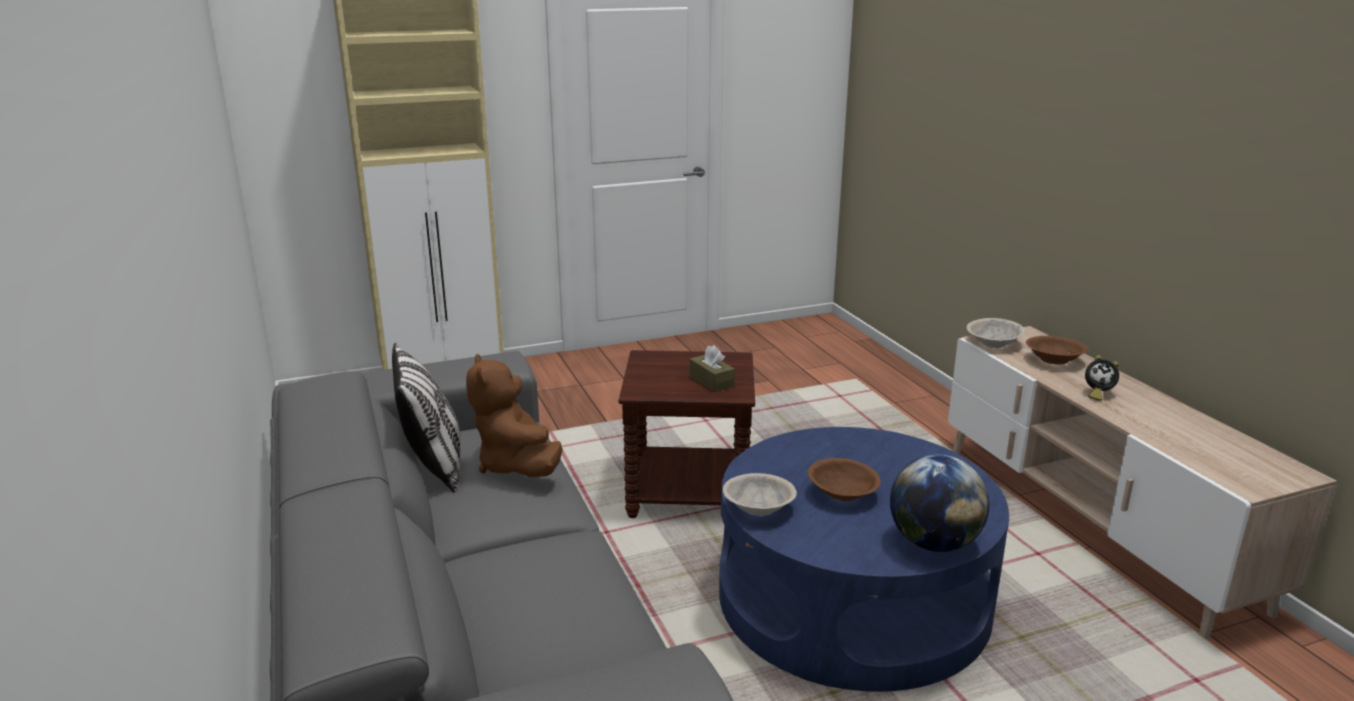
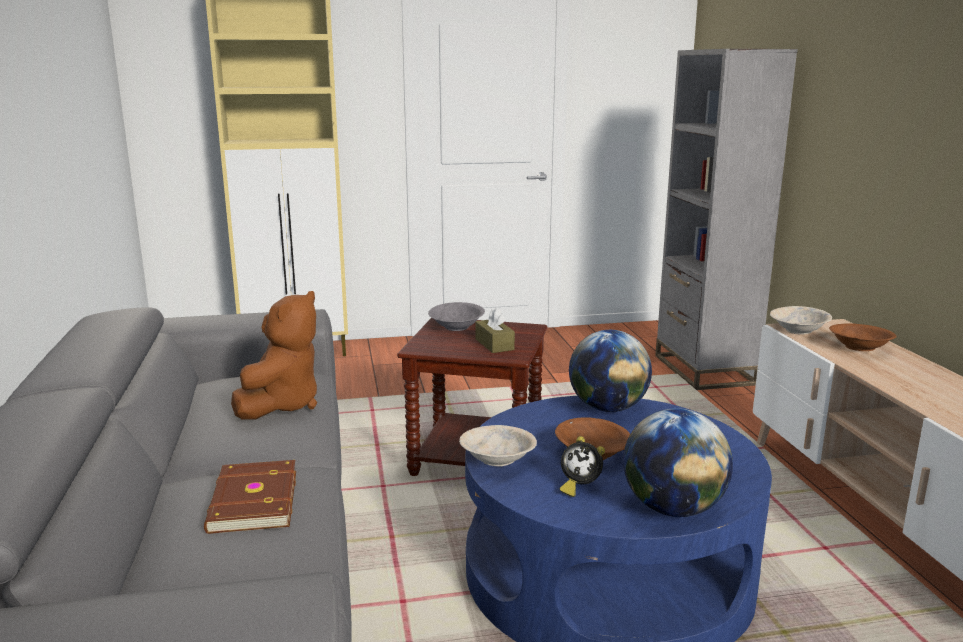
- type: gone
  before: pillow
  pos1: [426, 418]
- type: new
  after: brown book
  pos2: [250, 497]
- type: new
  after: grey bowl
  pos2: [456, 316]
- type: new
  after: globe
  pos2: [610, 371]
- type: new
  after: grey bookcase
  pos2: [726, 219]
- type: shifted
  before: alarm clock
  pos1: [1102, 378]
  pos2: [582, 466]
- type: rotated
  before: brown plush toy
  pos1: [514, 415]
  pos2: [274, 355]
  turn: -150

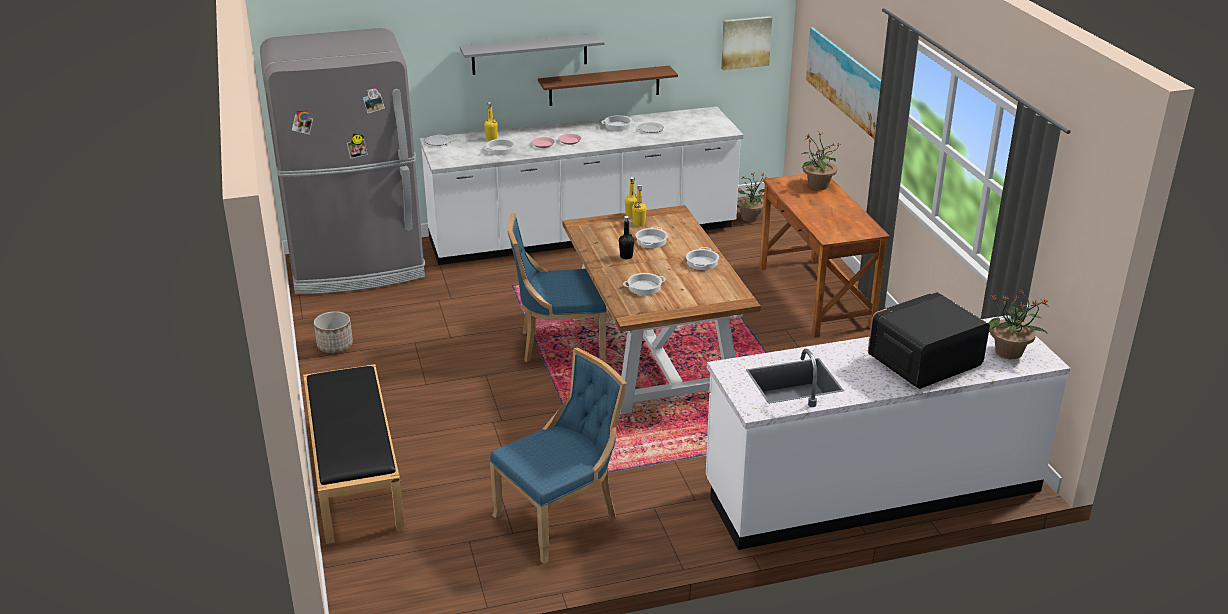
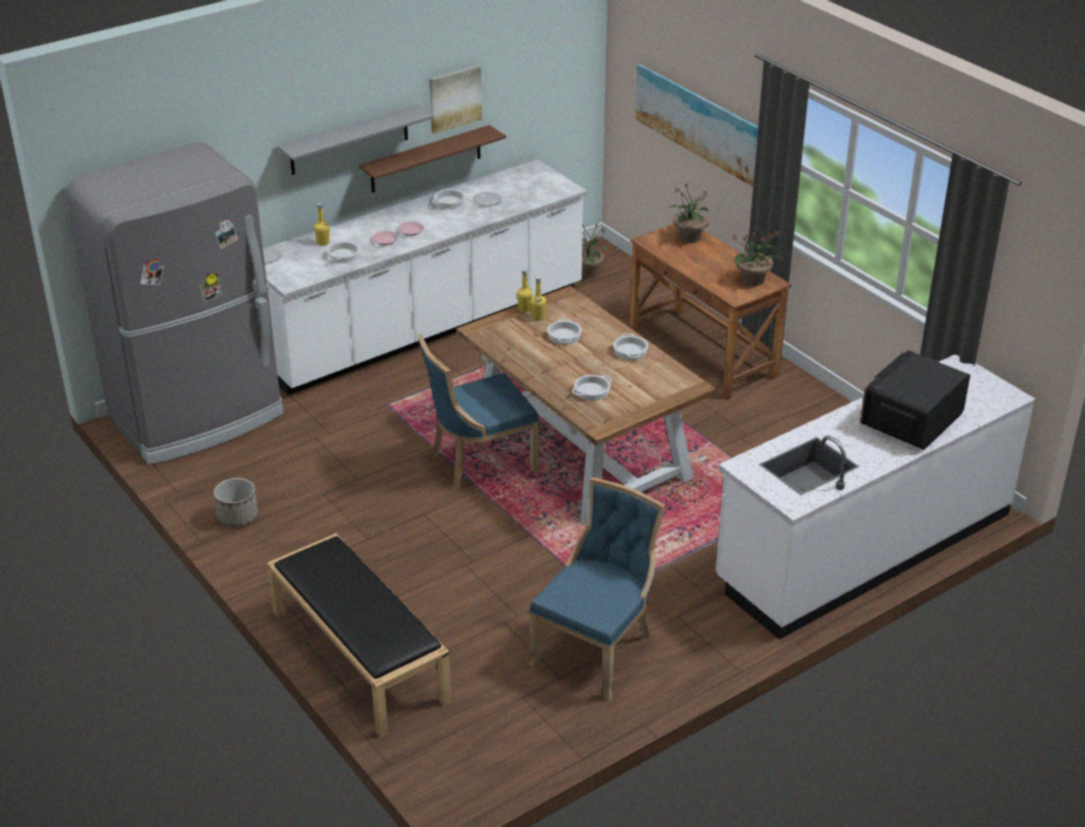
- type: gone
  before: black bottle
  pos1: [626, 237]
- type: shifted
  before: picture
  pos1: [746, 43]
  pos2: [455, 99]
- type: shifted
  before: potted plant
  pos1: [1018, 324]
  pos2: [758, 256]

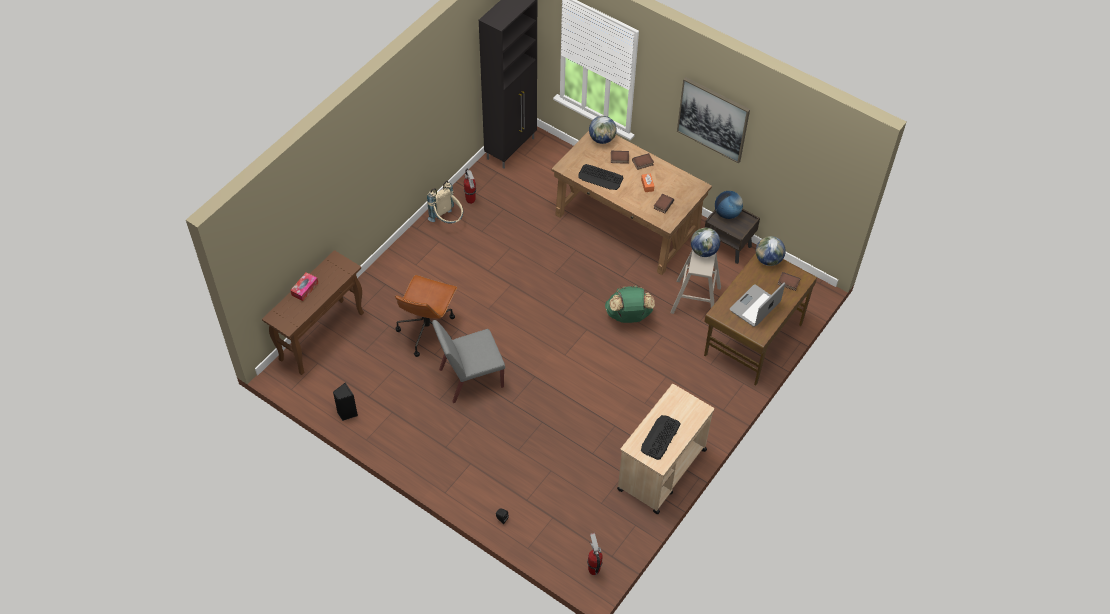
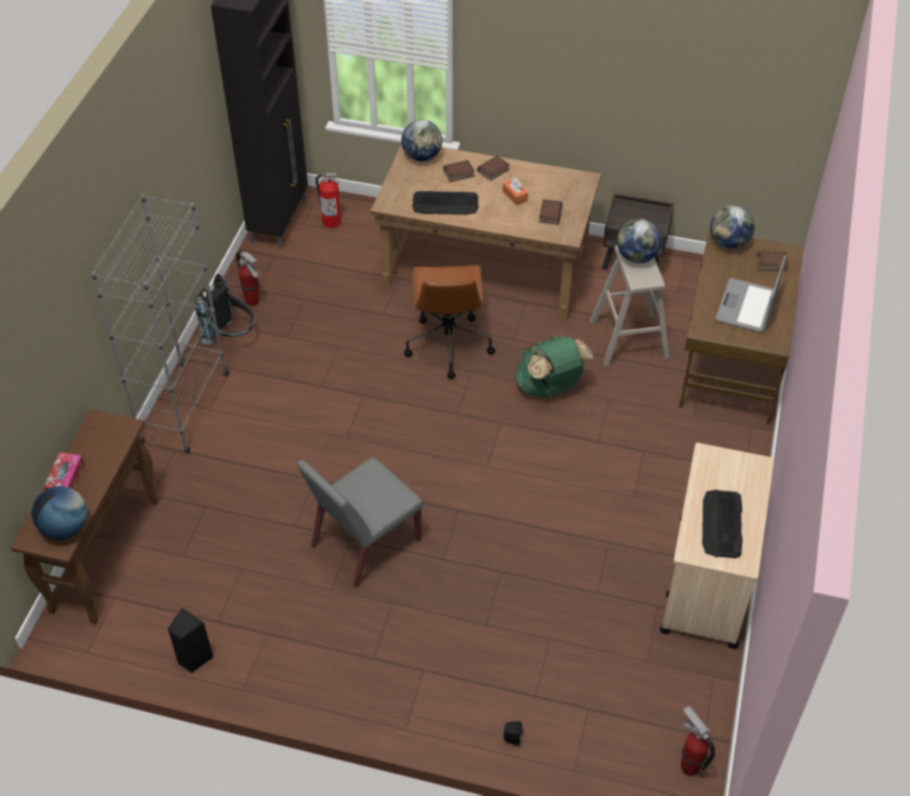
- type: gone
  before: picture
  pos1: [713, 120]
- type: new
  after: grey bookcase
  pos2: [160, 323]
- type: new
  after: fire extinguisher
  pos2: [328, 200]
- type: shifted
  before: brown office chair
  pos1: [426, 316]
  pos2: [449, 322]
- type: shifted
  before: globe
  pos1: [729, 205]
  pos2: [59, 513]
- type: repainted
  before: beige backpack
  after: black backpack
  pos1: [445, 202]
  pos2: [225, 309]

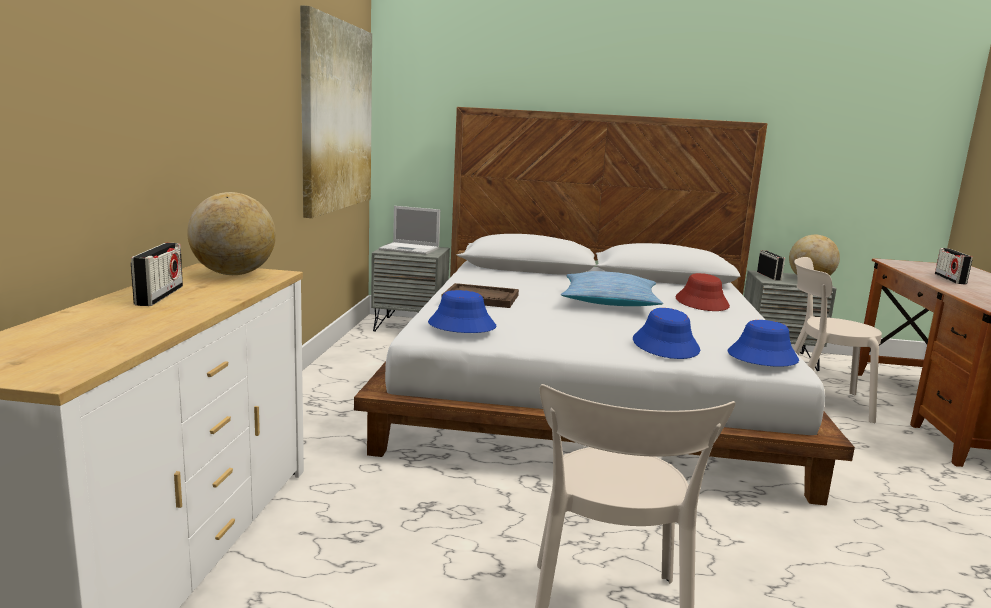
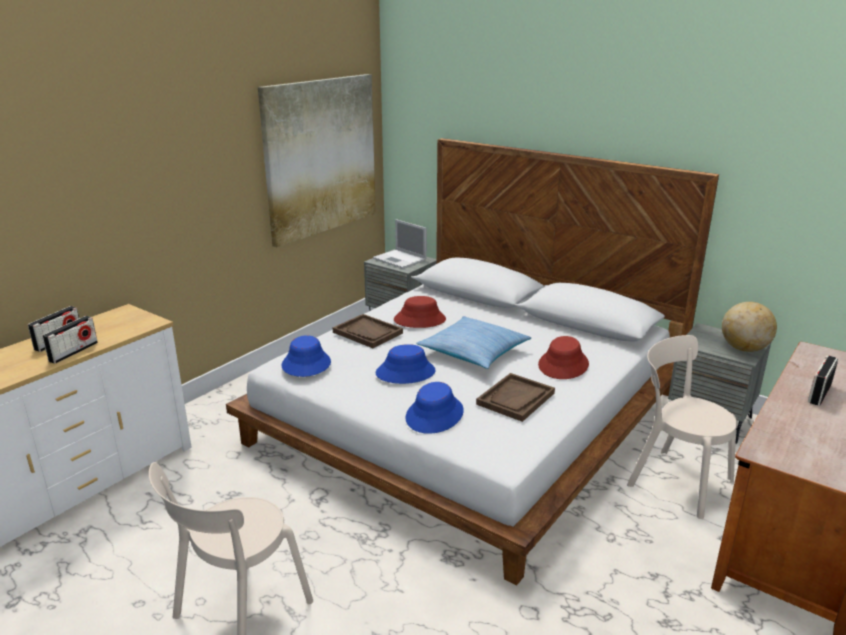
- type: gone
  before: globe
  pos1: [231, 233]
- type: new
  after: red hat
  pos2: [420, 312]
- type: new
  after: brown tray
  pos2: [515, 397]
- type: shifted
  before: blue hat
  pos1: [763, 343]
  pos2: [406, 364]
- type: shifted
  before: radio
  pos1: [771, 265]
  pos2: [70, 340]

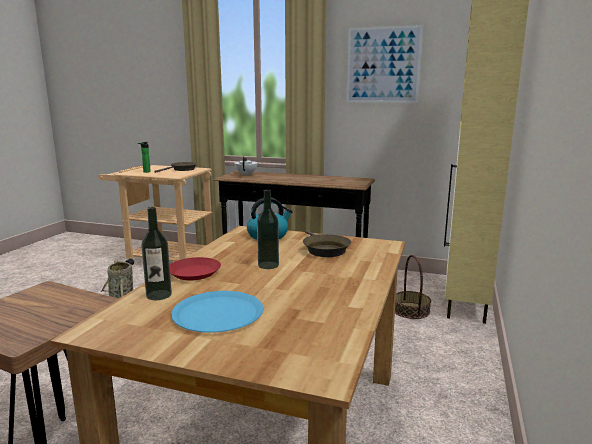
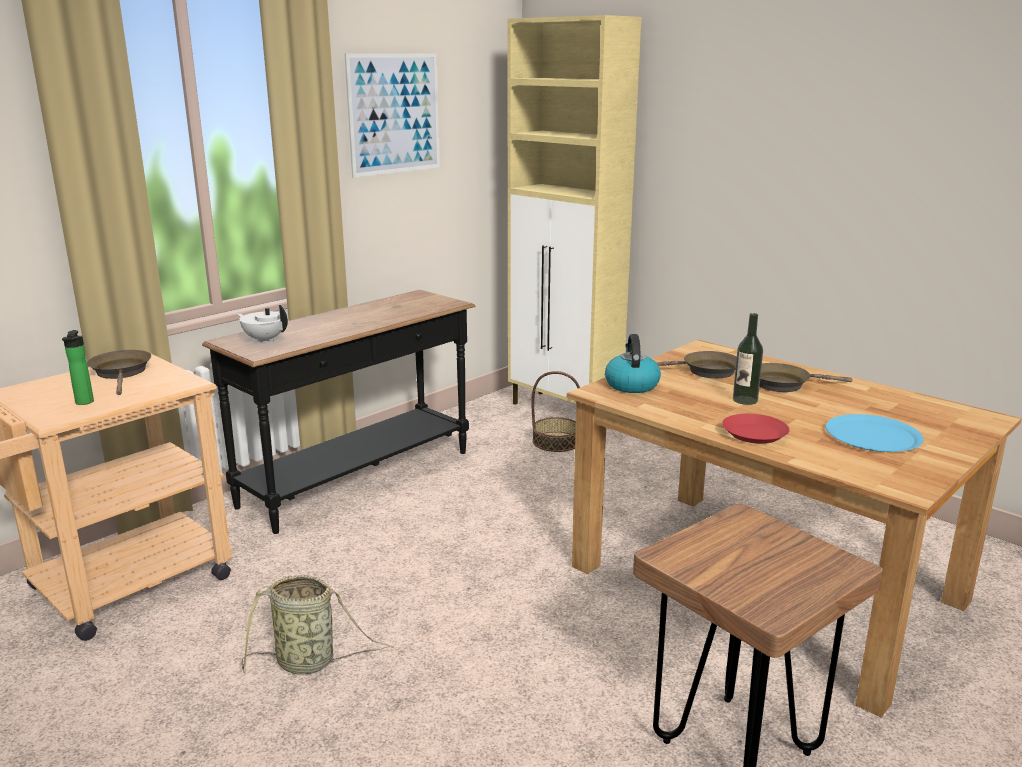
- type: gone
  before: bottle
  pos1: [156, 253]
- type: new
  after: brown frying pan
  pos2: [806, 377]

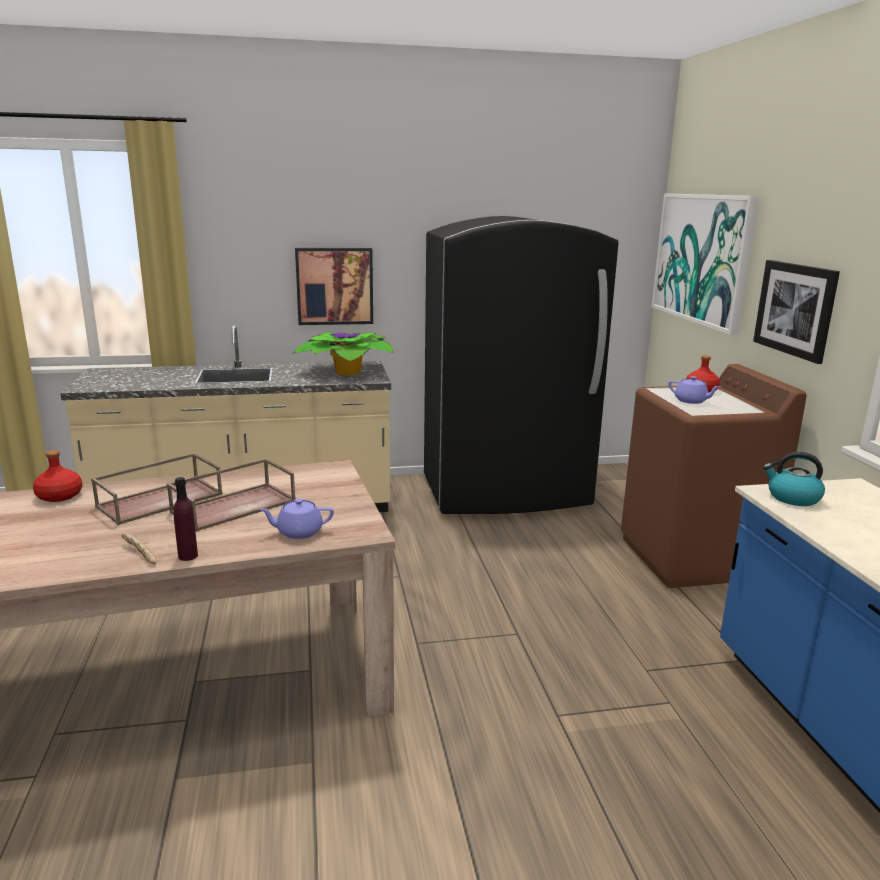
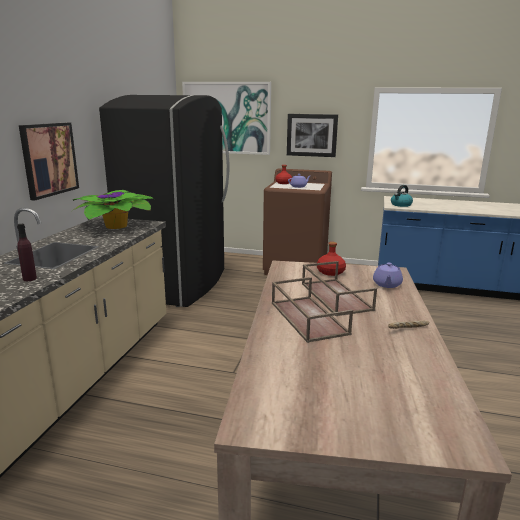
- type: shifted
  before: red bottle
  pos1: [58, 476]
  pos2: [331, 259]
- type: shifted
  before: purple bottle
  pos1: [185, 519]
  pos2: [27, 252]

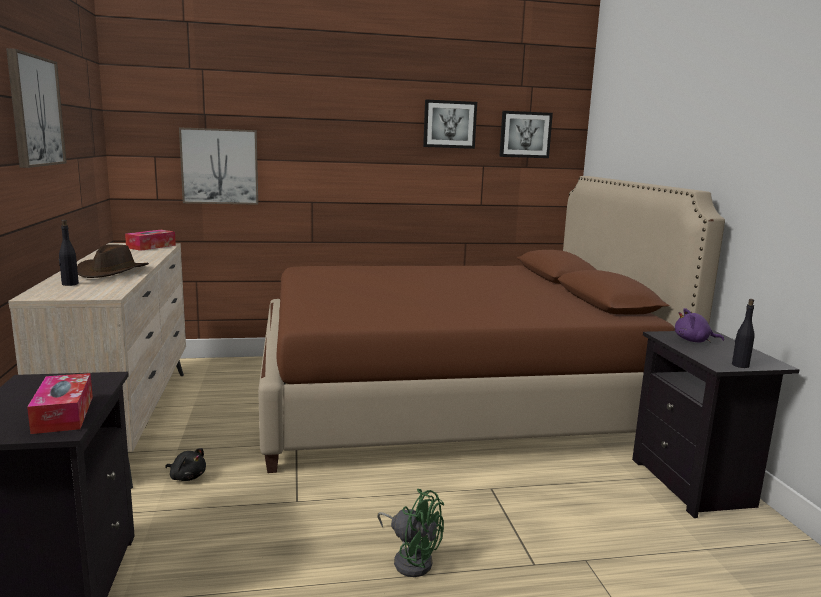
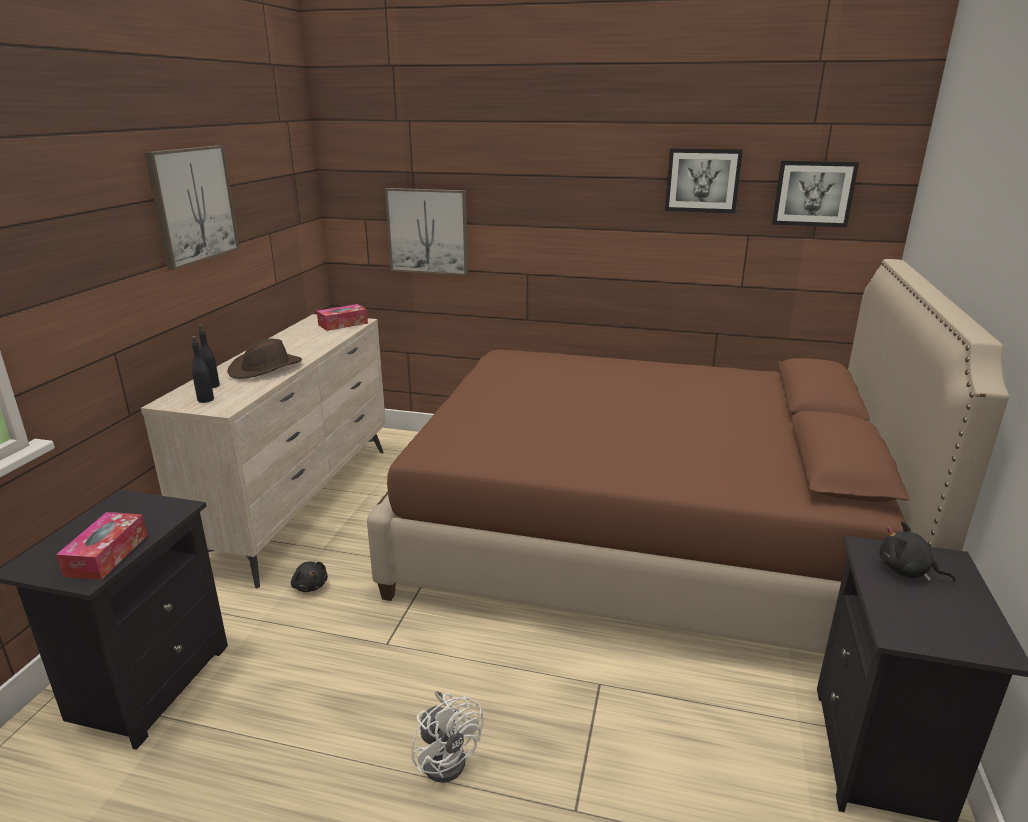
- type: shifted
  before: black bottle
  pos1: [743, 333]
  pos2: [202, 369]
- type: repainted
  before: green fan
  after: white fan
  pos1: [410, 533]
  pos2: [447, 737]
- type: repainted
  before: purple plush toy
  after: black plush toy
  pos1: [699, 325]
  pos2: [917, 551]

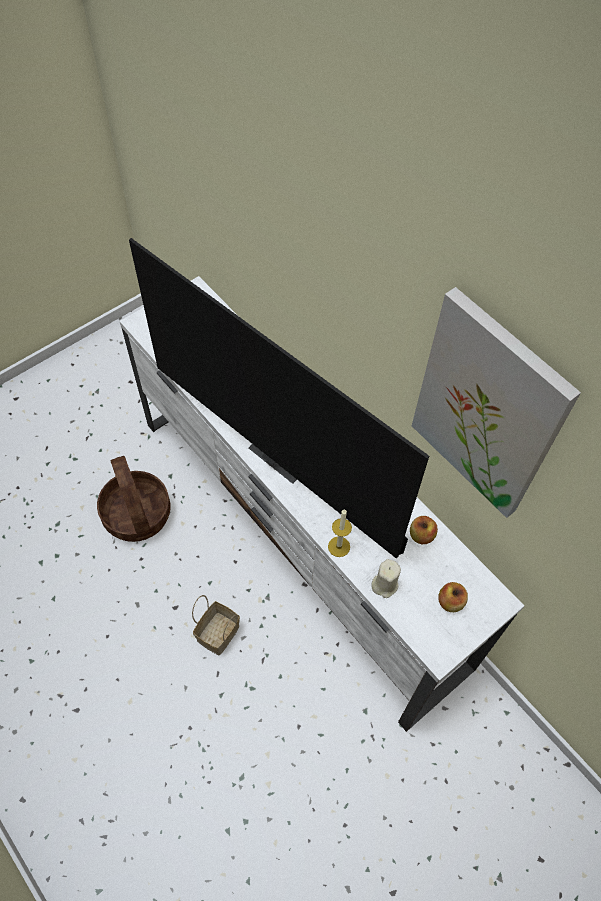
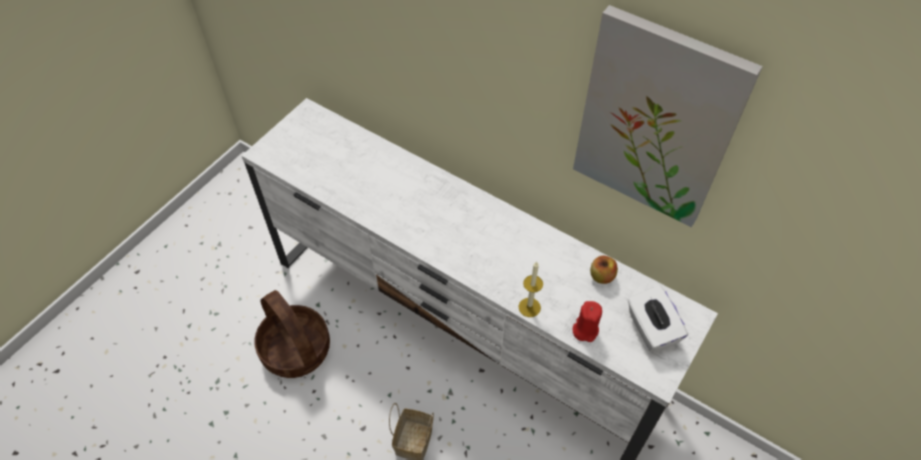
- type: gone
  before: television
  pos1: [279, 398]
- type: swapped
  before: apple
  after: white tissue box
  pos1: [453, 597]
  pos2: [658, 318]
- type: repainted
  before: beige candle
  after: red candle
  pos1: [386, 578]
  pos2: [587, 321]

